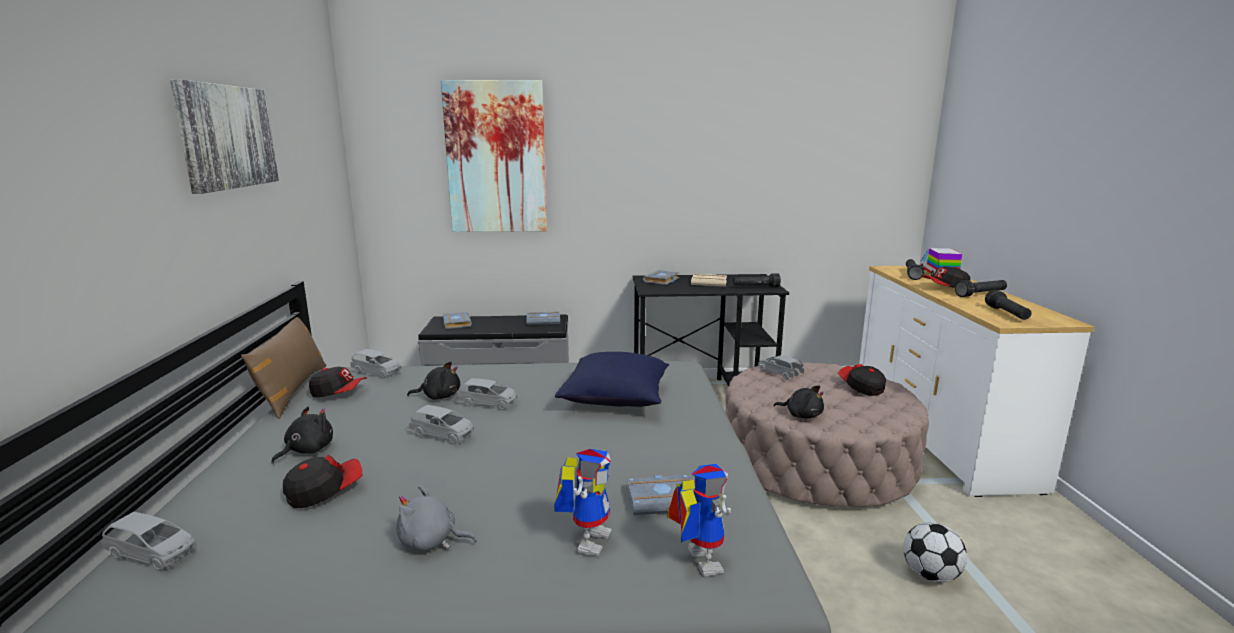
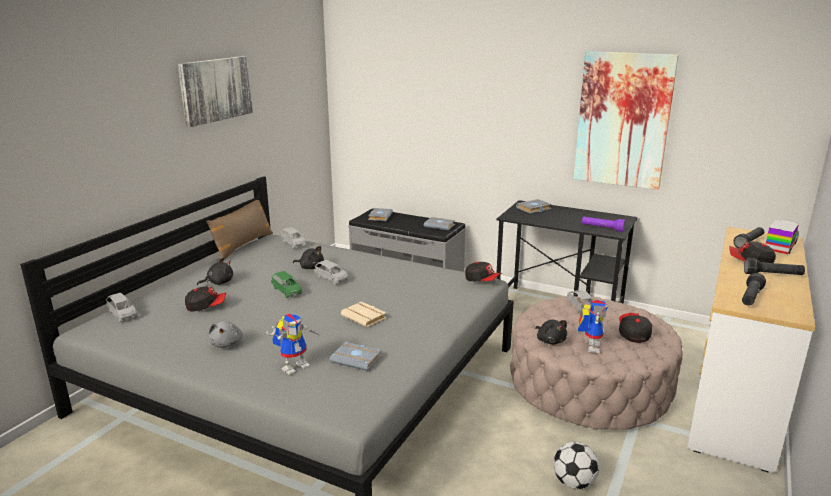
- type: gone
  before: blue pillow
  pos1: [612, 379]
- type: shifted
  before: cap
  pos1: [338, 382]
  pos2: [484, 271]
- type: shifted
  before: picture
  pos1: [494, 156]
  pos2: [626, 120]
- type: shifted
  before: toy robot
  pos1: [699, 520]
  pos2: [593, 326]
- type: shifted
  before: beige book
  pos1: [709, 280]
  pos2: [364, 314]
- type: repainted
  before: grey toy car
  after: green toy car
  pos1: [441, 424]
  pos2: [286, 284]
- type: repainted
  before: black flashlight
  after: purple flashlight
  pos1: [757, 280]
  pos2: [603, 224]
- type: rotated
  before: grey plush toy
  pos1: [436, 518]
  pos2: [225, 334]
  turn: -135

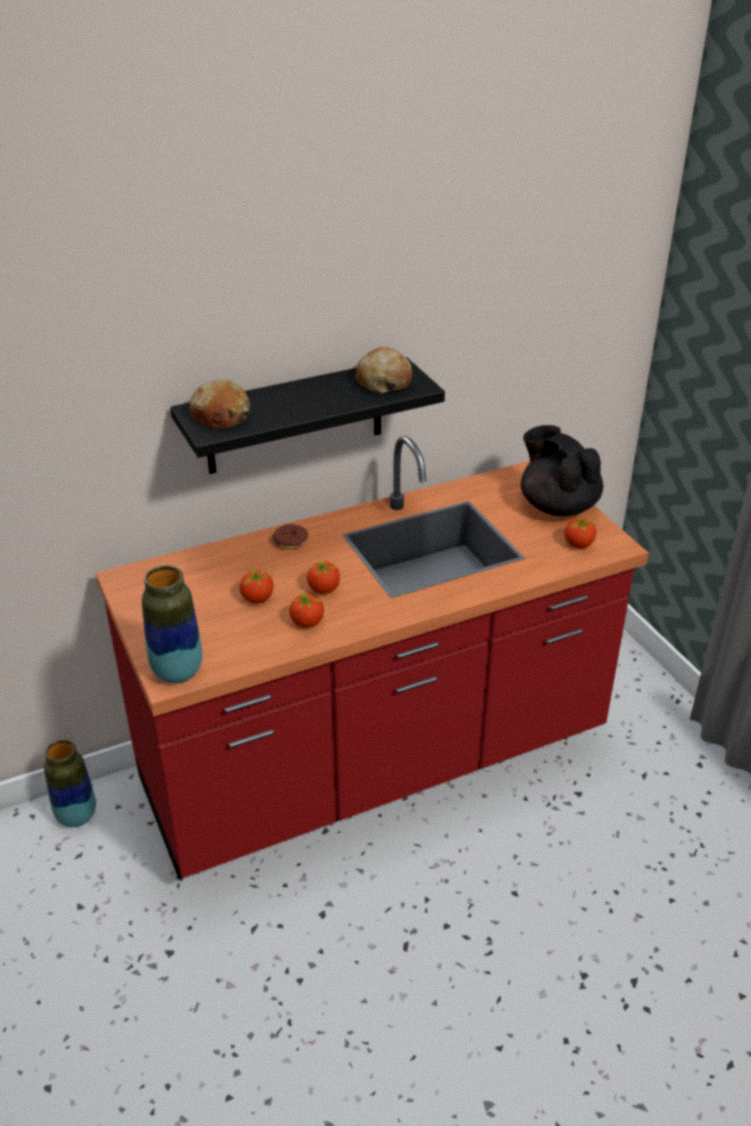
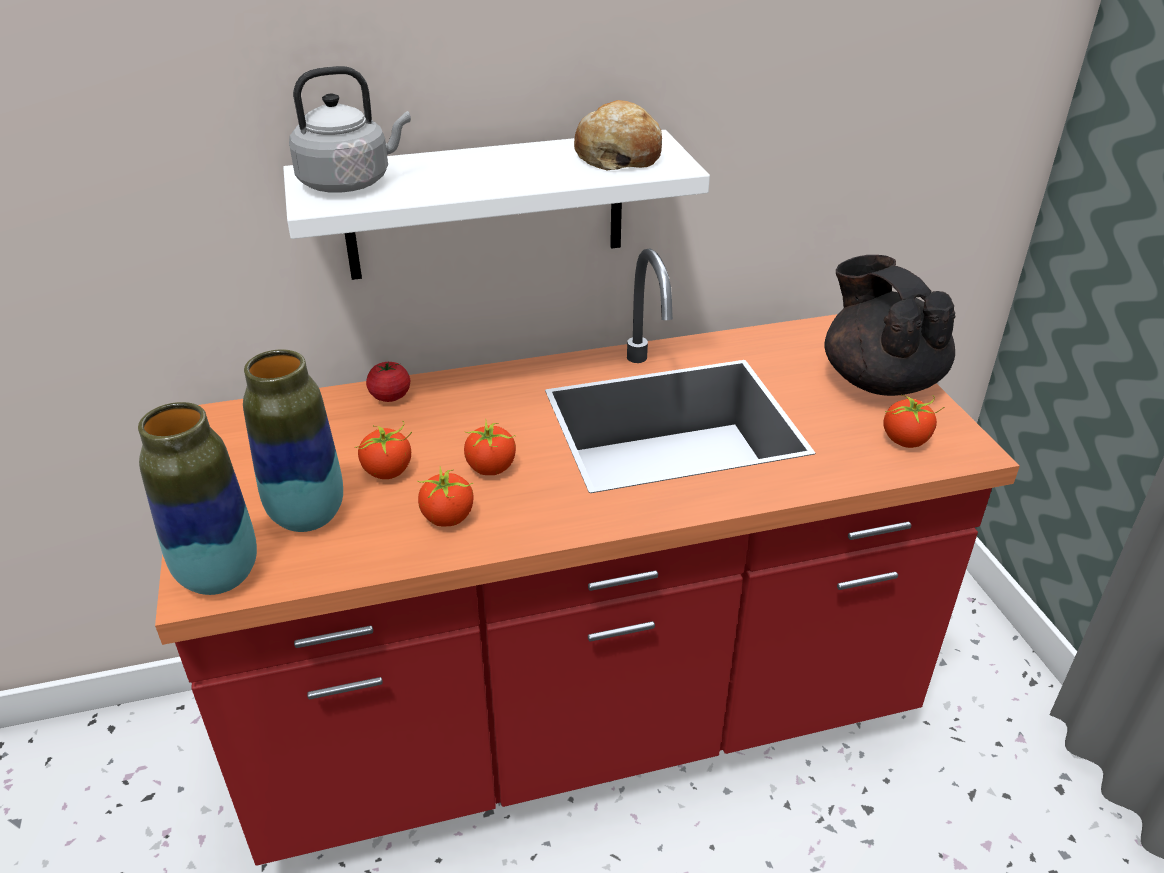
- type: gone
  before: donut
  pos1: [290, 536]
- type: new
  after: tomato
  pos2: [388, 382]
- type: shifted
  before: vase
  pos1: [70, 783]
  pos2: [293, 440]
- type: swapped
  before: bread
  after: grey kettle
  pos1: [220, 404]
  pos2: [350, 129]
- type: repainted
  before: black shelf
  after: white shelf
  pos1: [307, 415]
  pos2: [496, 205]

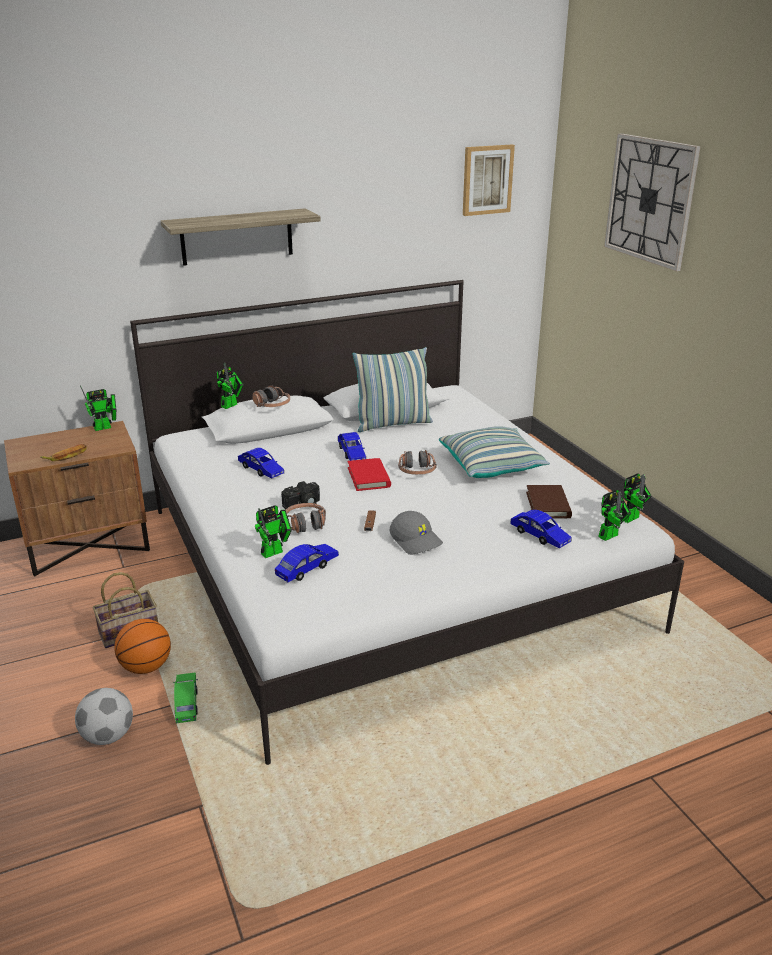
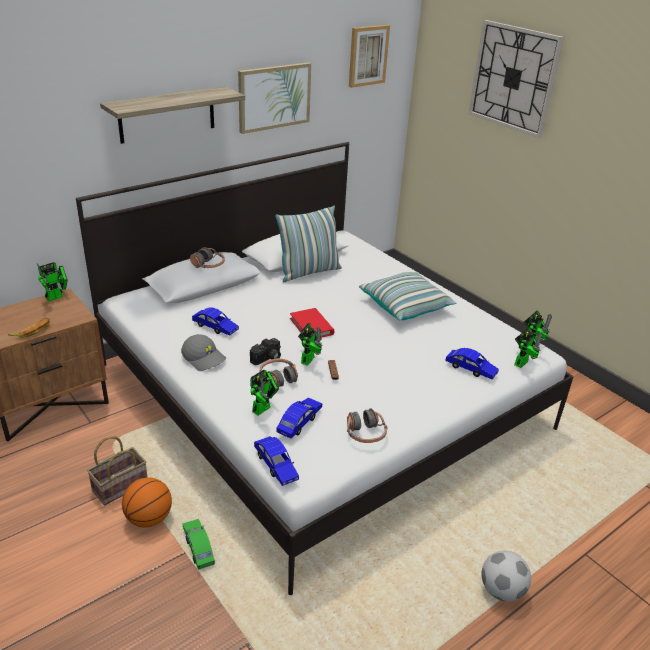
- type: gone
  before: brown book
  pos1: [549, 502]
- type: new
  after: picture
  pos2: [274, 98]
- type: shifted
  before: football
  pos1: [104, 716]
  pos2: [506, 576]
- type: shifted
  before: toy robot
  pos1: [230, 386]
  pos2: [310, 344]
- type: shifted
  before: blue toy car
  pos1: [352, 446]
  pos2: [276, 461]
- type: shifted
  before: grey cap
  pos1: [416, 533]
  pos2: [203, 352]
- type: shifted
  before: headphones
  pos1: [417, 462]
  pos2: [367, 425]

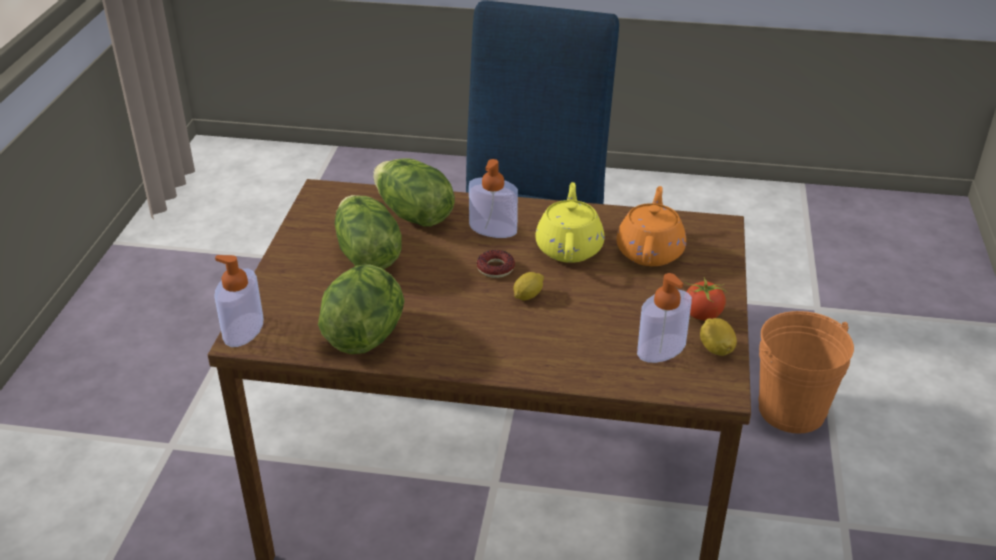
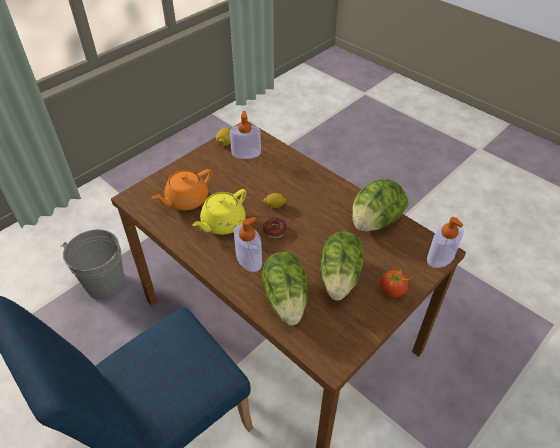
- type: shifted
  before: tomato
  pos1: [706, 299]
  pos2: [396, 283]
- type: repainted
  before: orange bucket
  after: grey bucket
  pos1: [806, 372]
  pos2: [93, 264]

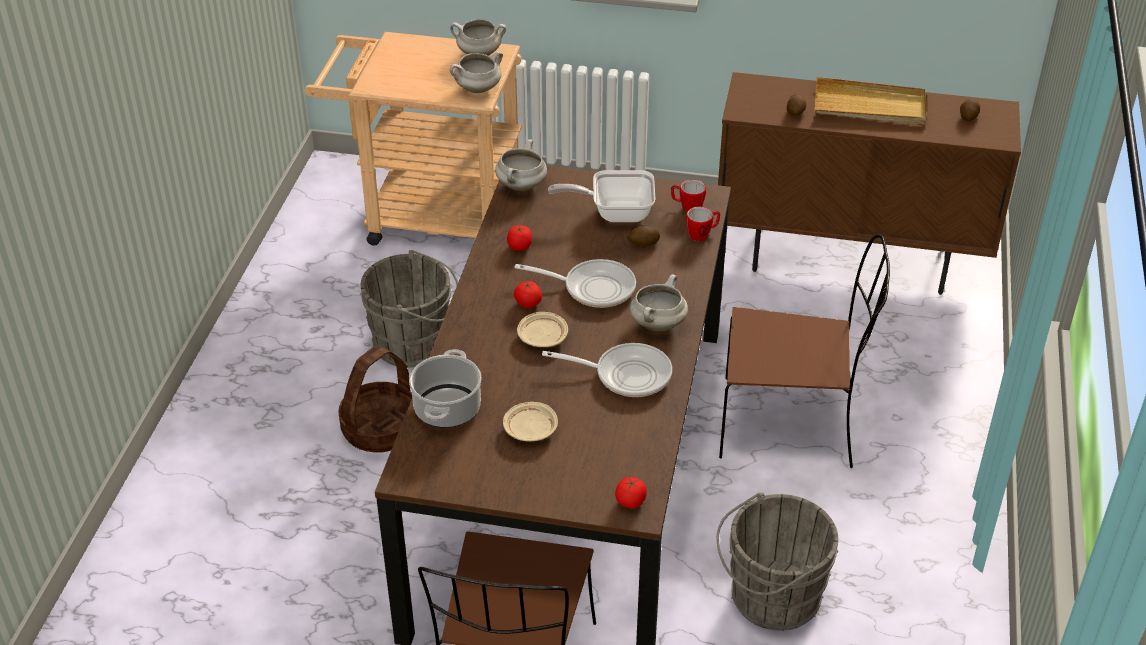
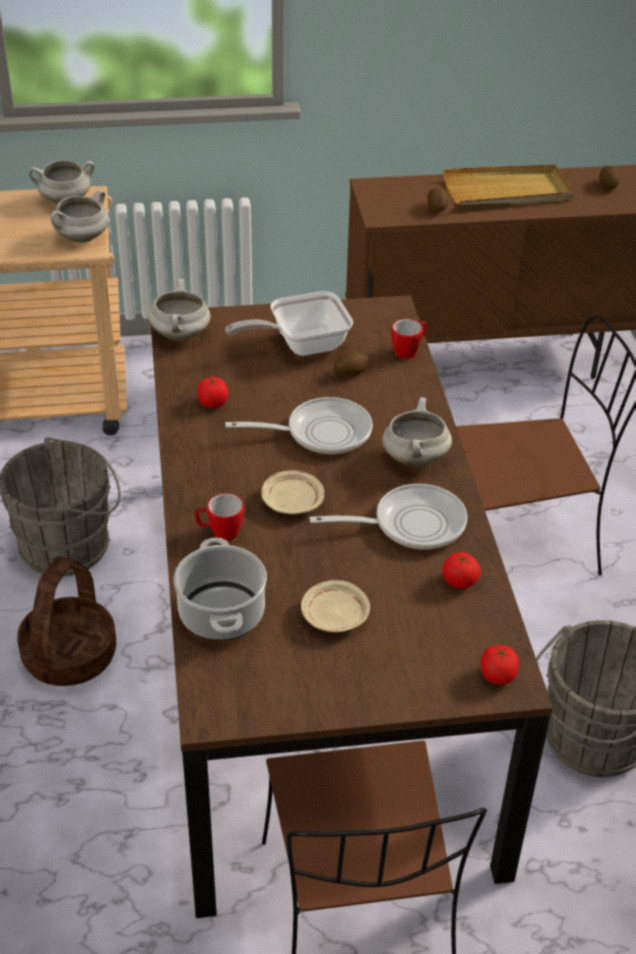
- type: shifted
  before: tomato
  pos1: [528, 294]
  pos2: [461, 570]
- type: shifted
  before: mug
  pos1: [688, 195]
  pos2: [219, 517]

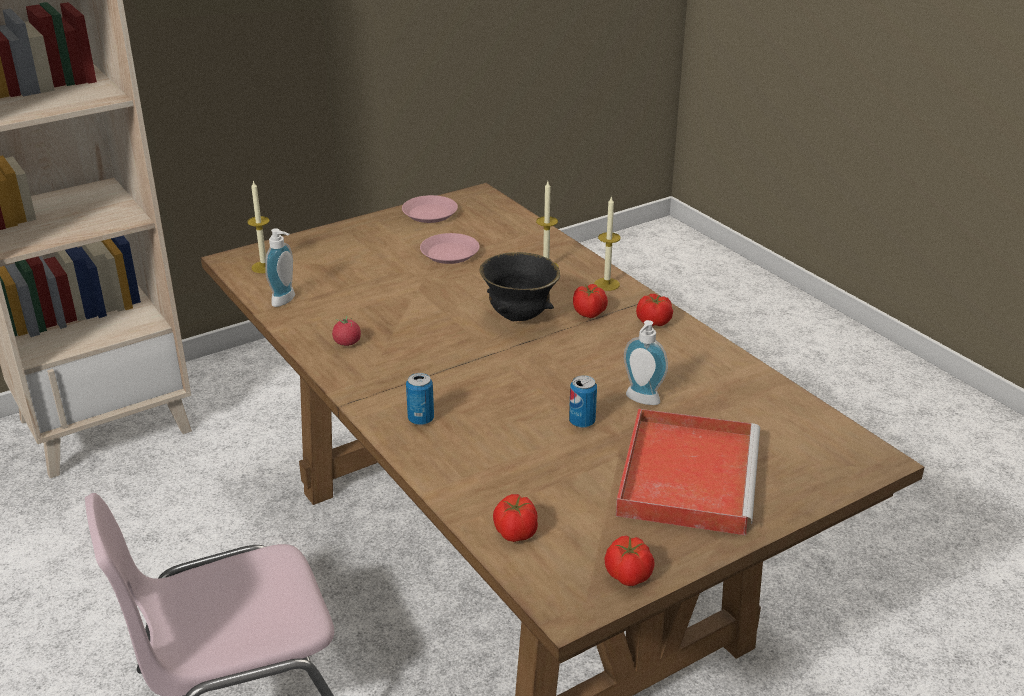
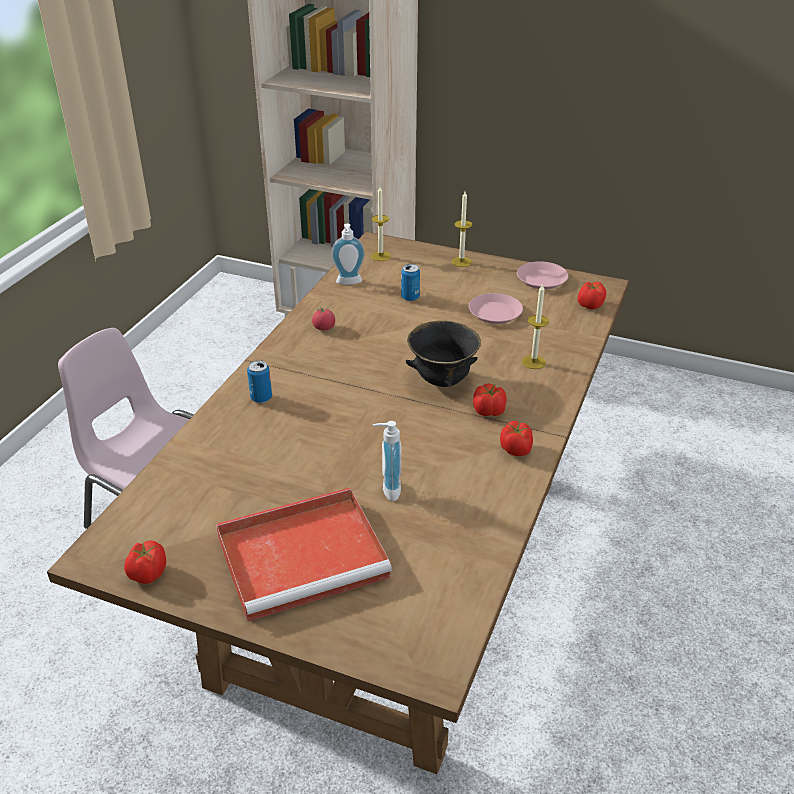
- type: shifted
  before: tomato
  pos1: [515, 518]
  pos2: [592, 296]
- type: shifted
  before: can
  pos1: [583, 401]
  pos2: [410, 282]
- type: shifted
  before: candle
  pos1: [607, 243]
  pos2: [461, 229]

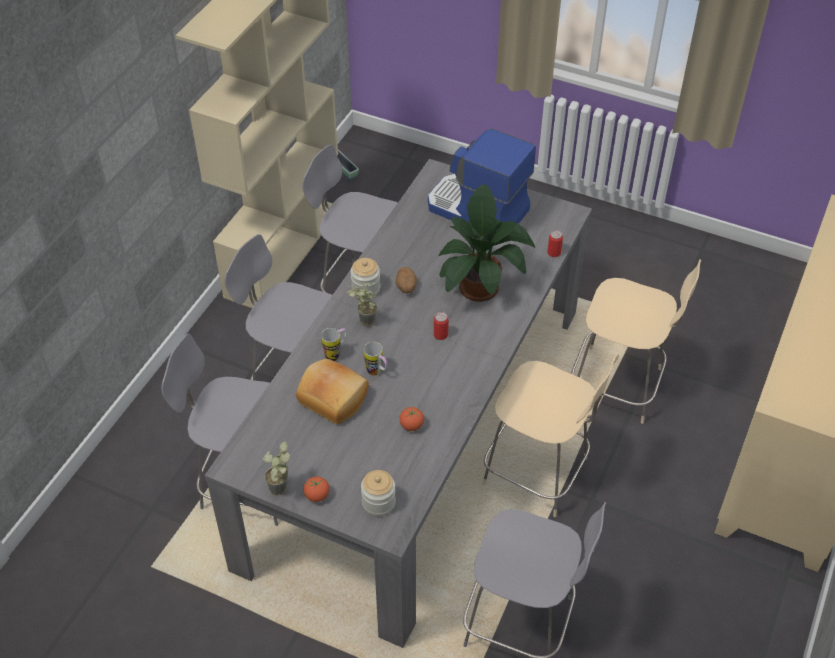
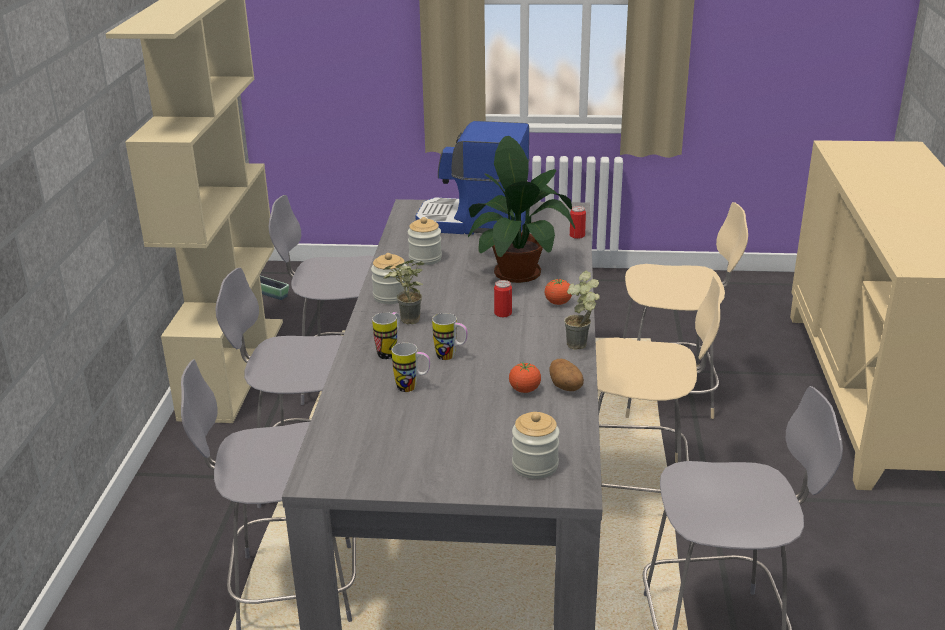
- type: new
  after: jar
  pos2: [425, 241]
- type: shifted
  before: potted plant
  pos1: [276, 468]
  pos2: [582, 310]
- type: shifted
  before: tomato
  pos1: [317, 489]
  pos2: [558, 292]
- type: shifted
  before: potato
  pos1: [406, 280]
  pos2: [566, 375]
- type: swapped
  before: bread
  after: mug
  pos1: [332, 392]
  pos2: [411, 367]

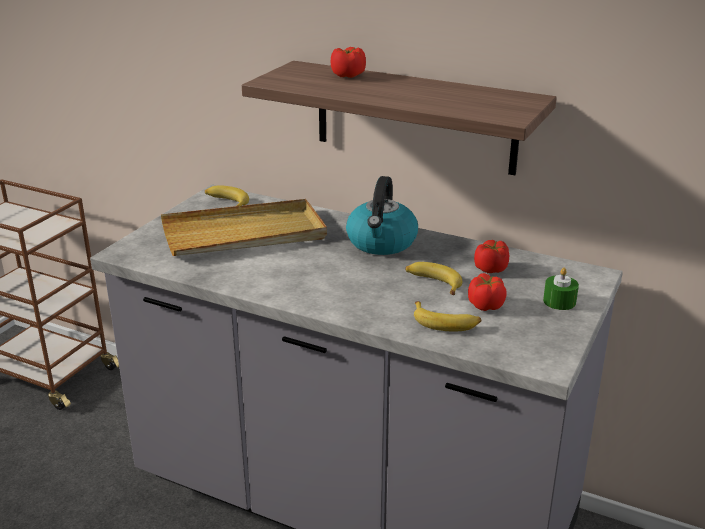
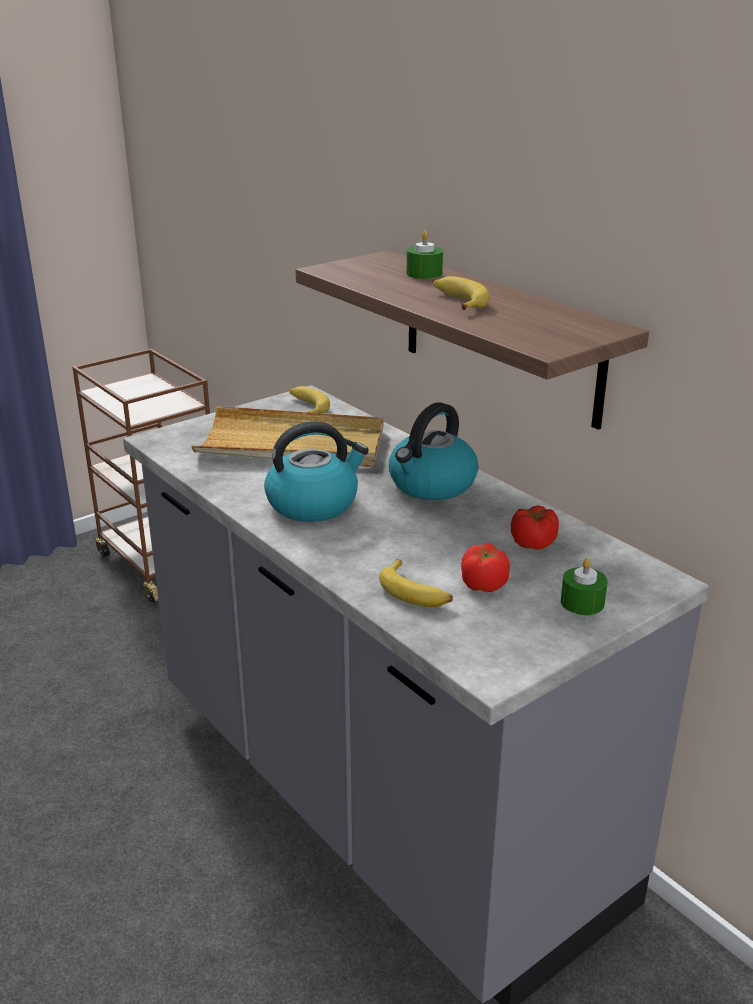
- type: new
  after: kettle
  pos2: [316, 471]
- type: shifted
  before: banana
  pos1: [434, 278]
  pos2: [461, 293]
- type: swapped
  before: tomato
  after: green candle
  pos1: [348, 62]
  pos2: [424, 254]

